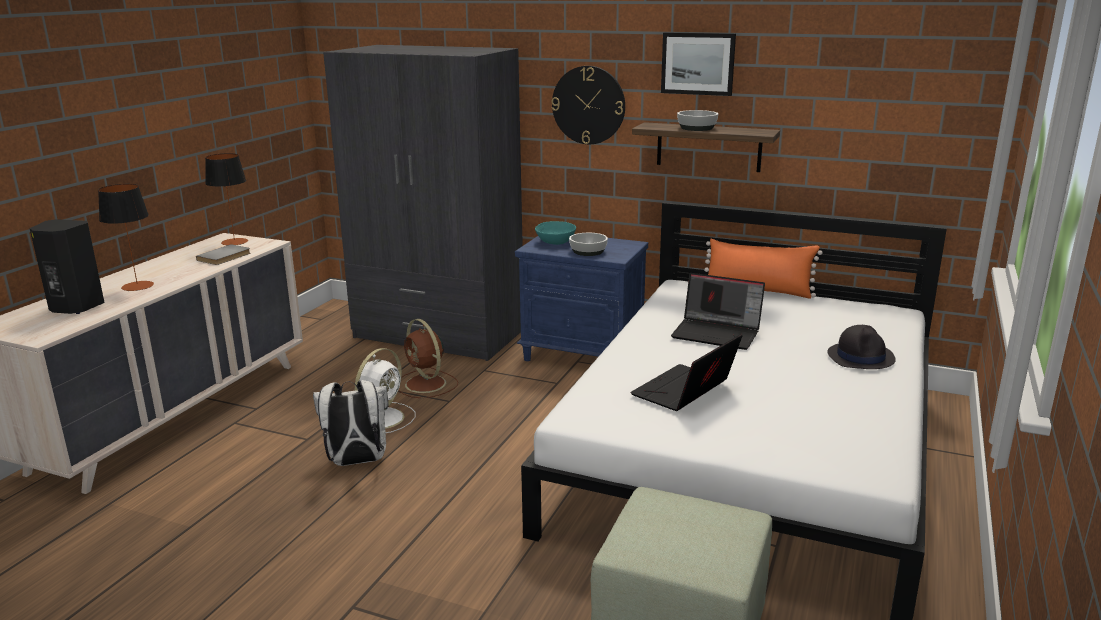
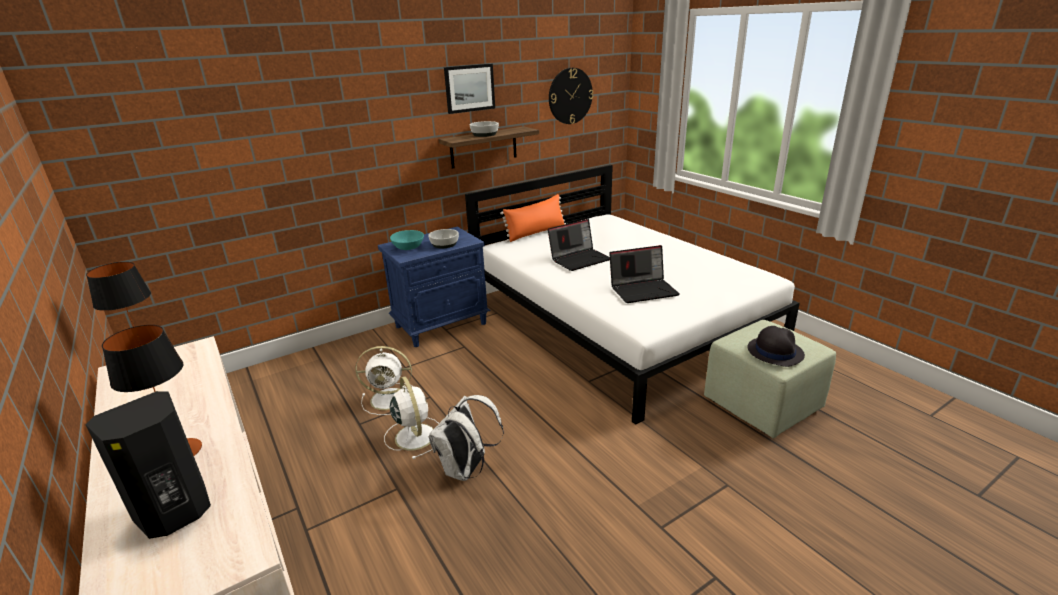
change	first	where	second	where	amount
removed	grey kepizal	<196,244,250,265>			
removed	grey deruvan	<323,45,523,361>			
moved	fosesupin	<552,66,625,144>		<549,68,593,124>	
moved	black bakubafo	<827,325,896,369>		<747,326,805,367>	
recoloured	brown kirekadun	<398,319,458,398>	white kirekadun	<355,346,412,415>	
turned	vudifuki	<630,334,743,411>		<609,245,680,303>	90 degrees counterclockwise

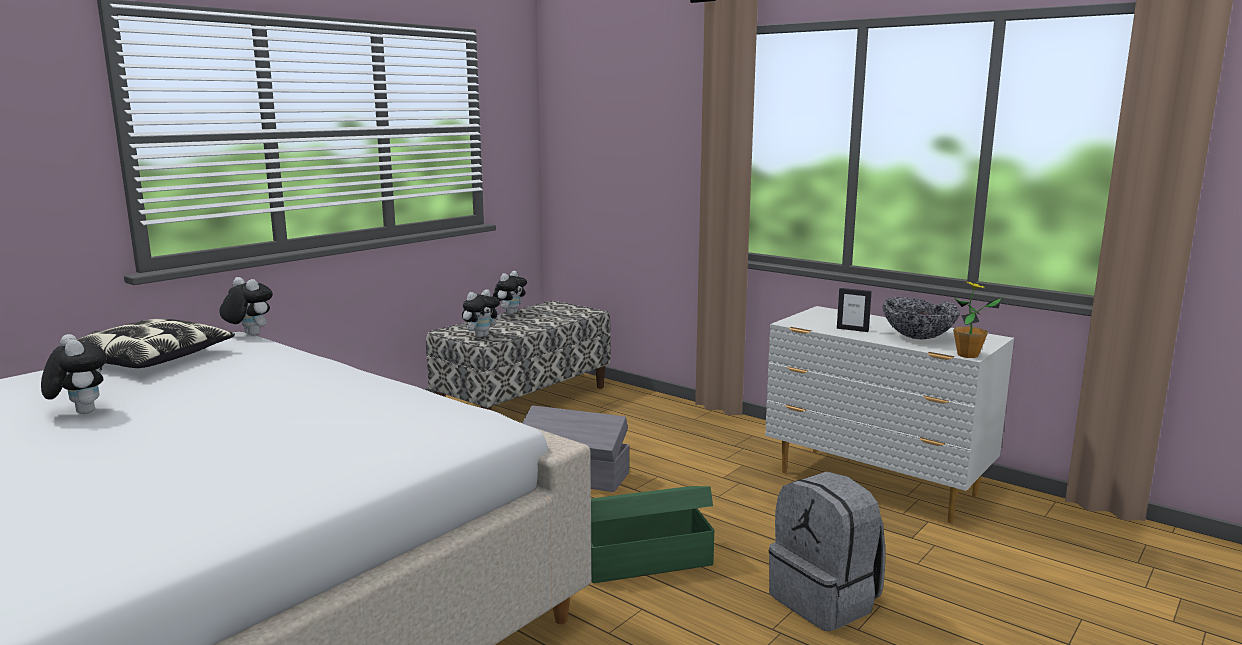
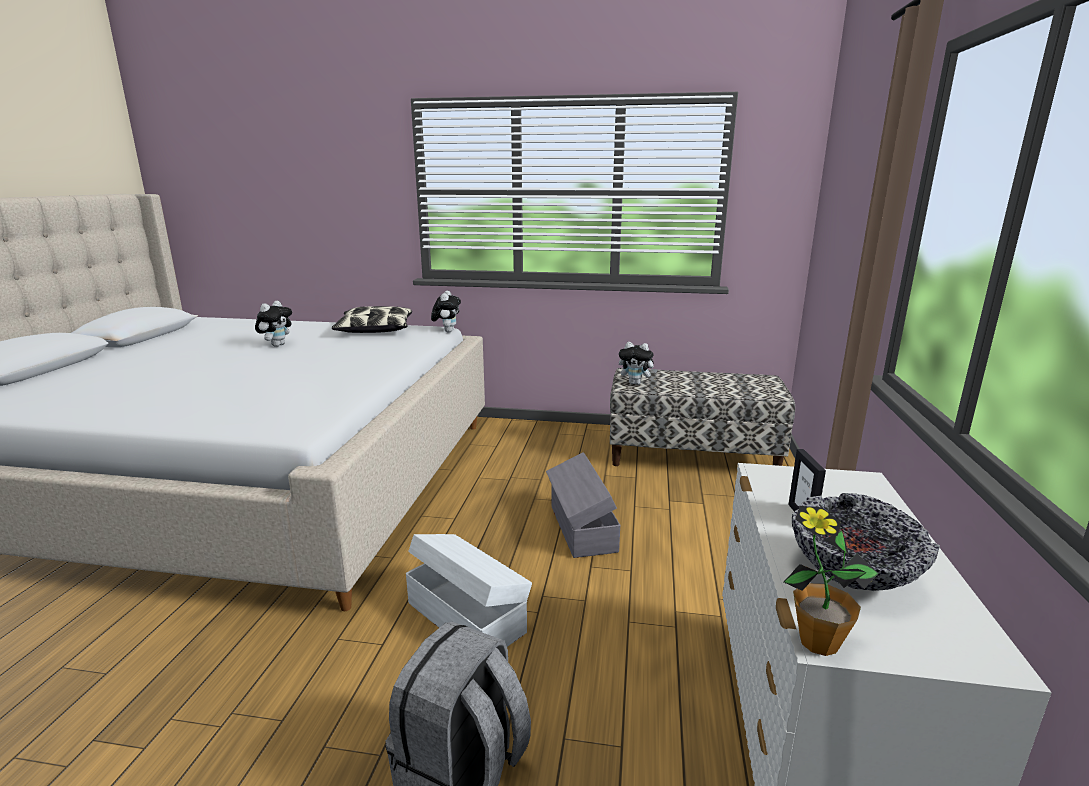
change	first	where	second	where	amount
removed	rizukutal	<493,271,527,315>			
recoloured	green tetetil	<591,486,715,583>	white tetetil	<406,534,532,647>	

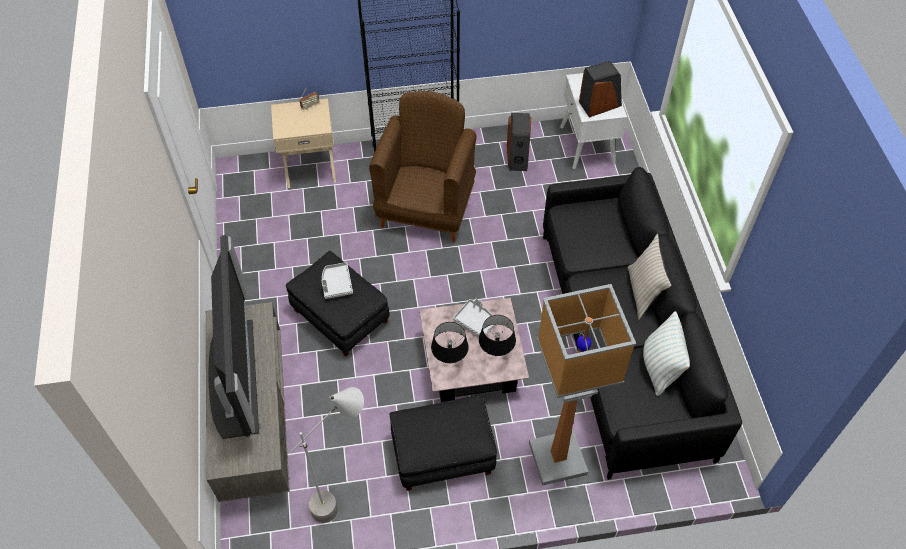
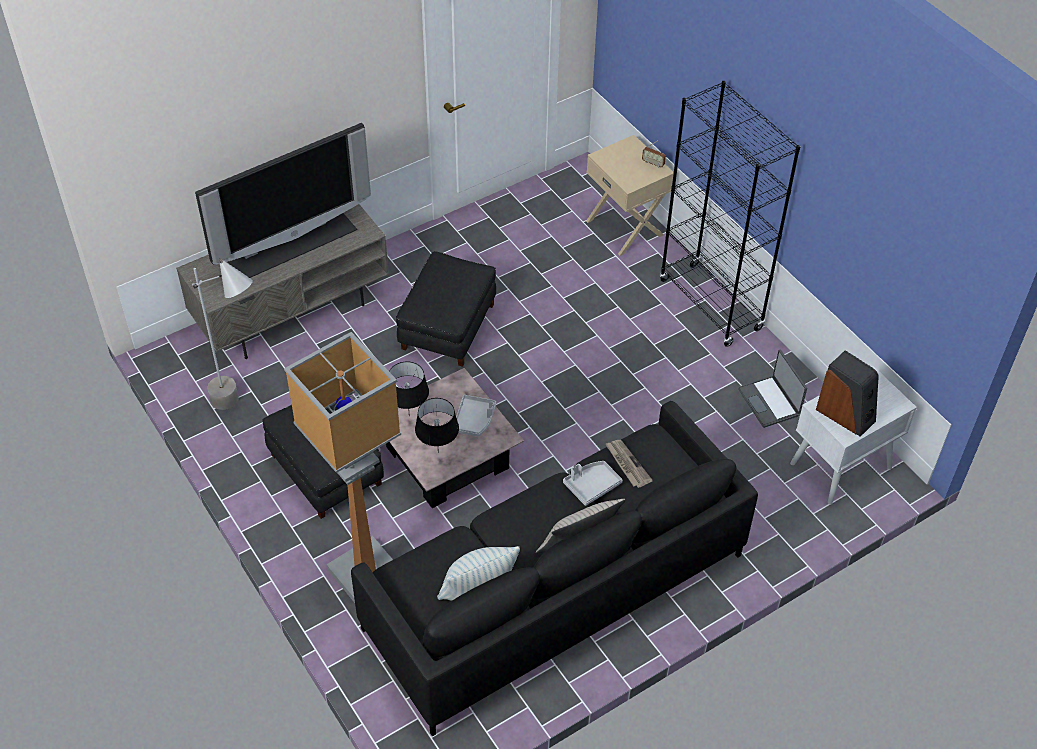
change	first	where	second	where	amount
removed	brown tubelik	<369,91,476,242>			
added			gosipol	<605,440,653,488>	
moved	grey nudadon	<321,262,353,299>		<563,461,623,506>	
replaced	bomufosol	<507,113,532,171>	vudifuki	<738,350,807,428>	

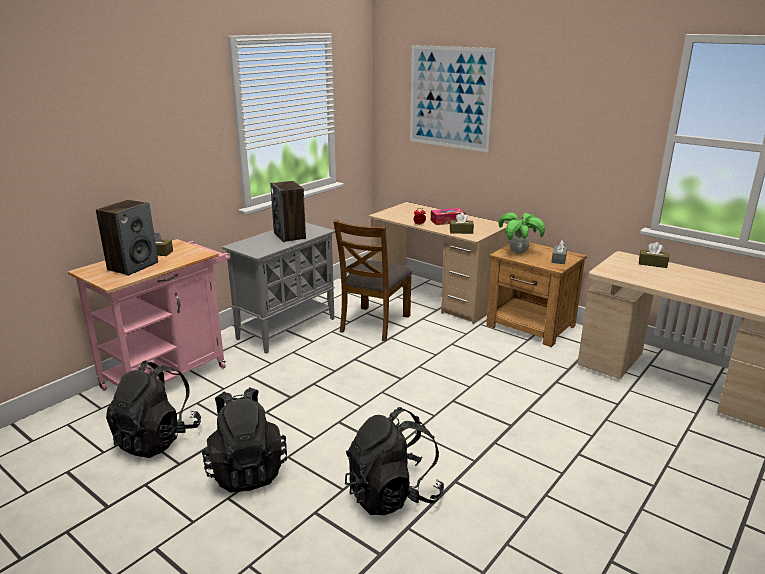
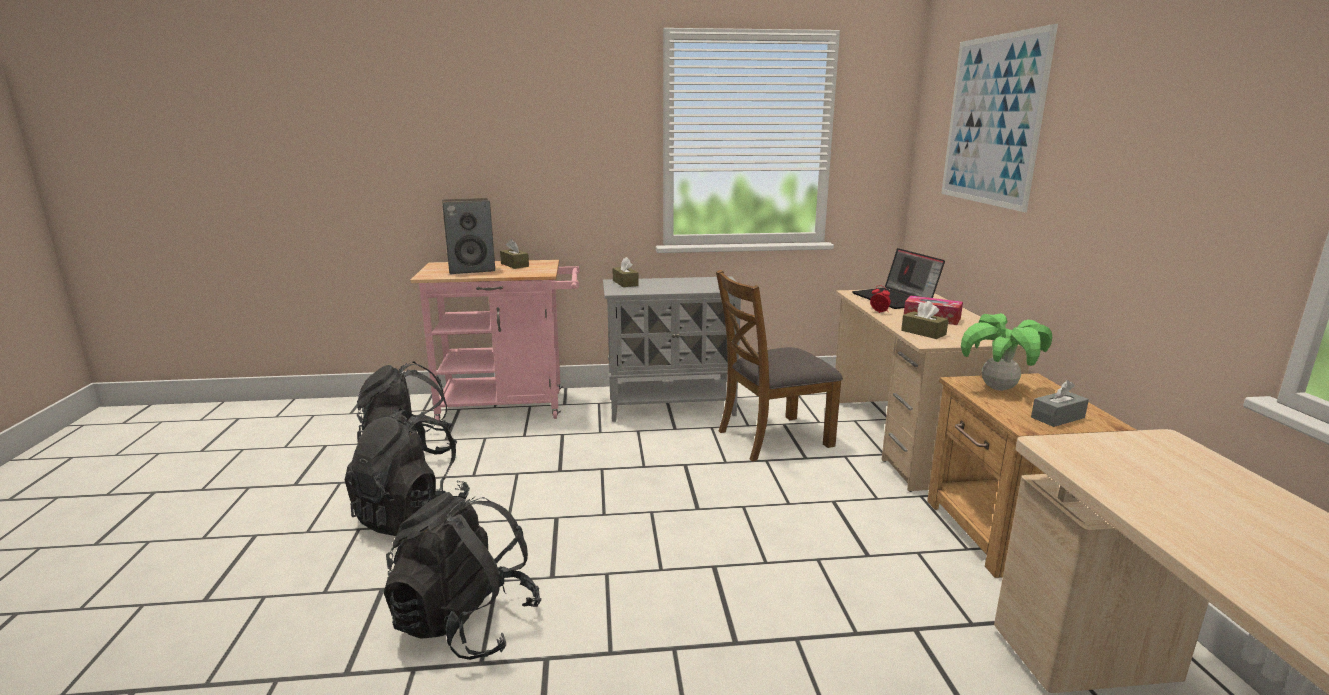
change	first	where	second	where	amount
removed	bomufosol	<270,181,306,242>			
added			vudifuki	<852,248,945,309>	
moved	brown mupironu	<639,242,669,268>		<612,257,639,287>	

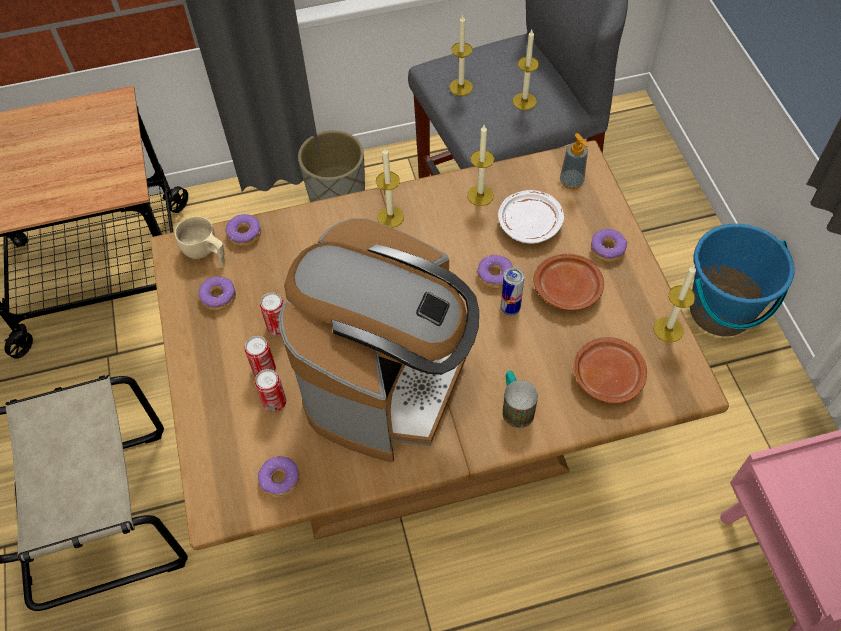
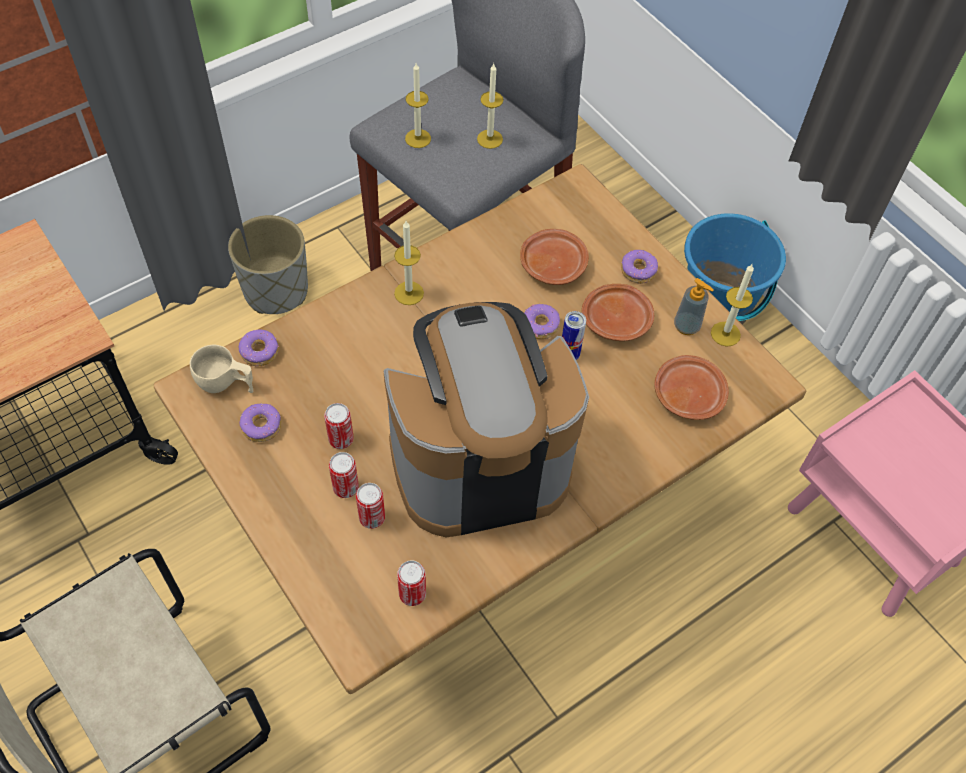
change	first	where	second	where	amount
removed	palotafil	<467,125,494,206>			
removed	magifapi	<502,371,538,428>			
moved	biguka	<560,133,588,189>		<674,278,713,335>	
replaced	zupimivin	<258,456,300,498>	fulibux	<397,561,426,606>	
recoloured	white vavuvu	<498,190,564,244>	brown vavuvu	<520,229,589,285>	
turned	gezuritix	<279,218,479,462>		<384,302,589,537>	105 degrees counterclockwise

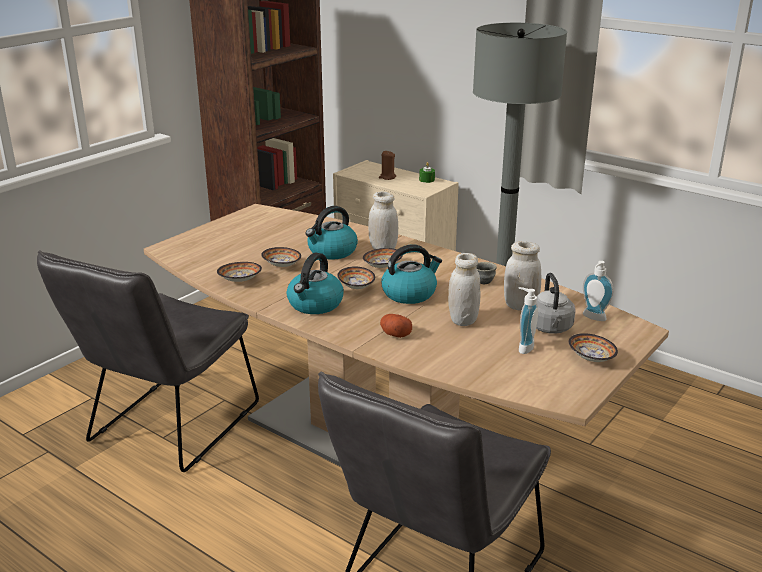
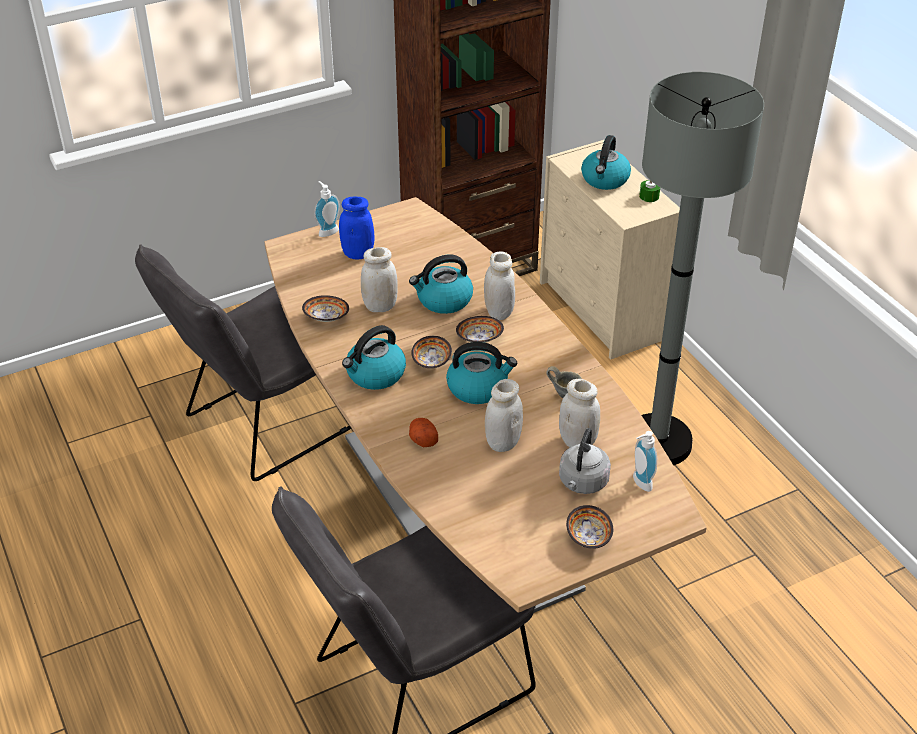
change	first	where	second	where	amount
added			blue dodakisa	<339,196,374,259>	
moved	biguka	<518,287,538,354>		<314,181,340,237>	
replaced	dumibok	<261,247,301,267>	white dodakisa	<361,247,398,312>	
replaced	brown palotafil	<379,151,396,180>	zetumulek	<581,135,631,190>	

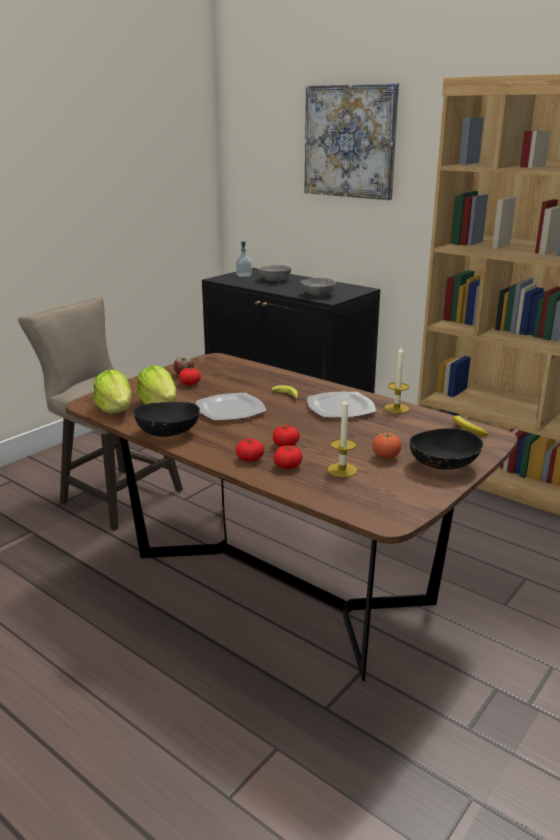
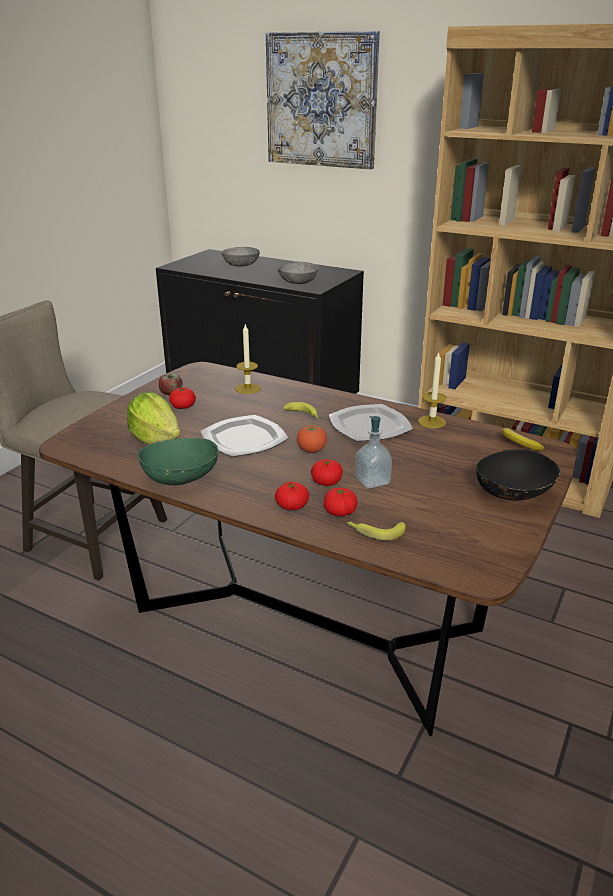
change	first	where	second	where	amount
removed	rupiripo	<93,370,132,414>			
added			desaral	<347,522,406,541>	
moved	biguka	<236,241,252,277>		<355,416,392,489>	
moved	palotafil	<328,396,357,477>		<235,323,261,394>	
moved	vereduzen	<372,432,401,459>		<297,425,327,453>	
recoloured	black dumibok	<133,402,200,437>	green dumibok	<138,438,218,485>	

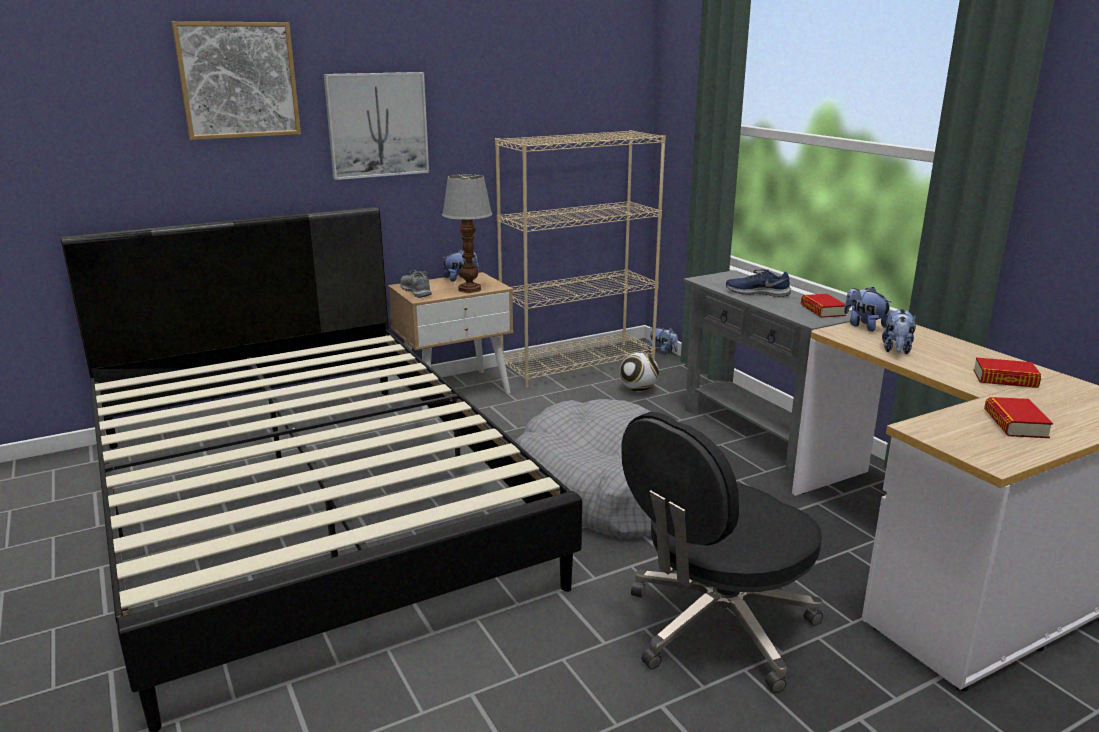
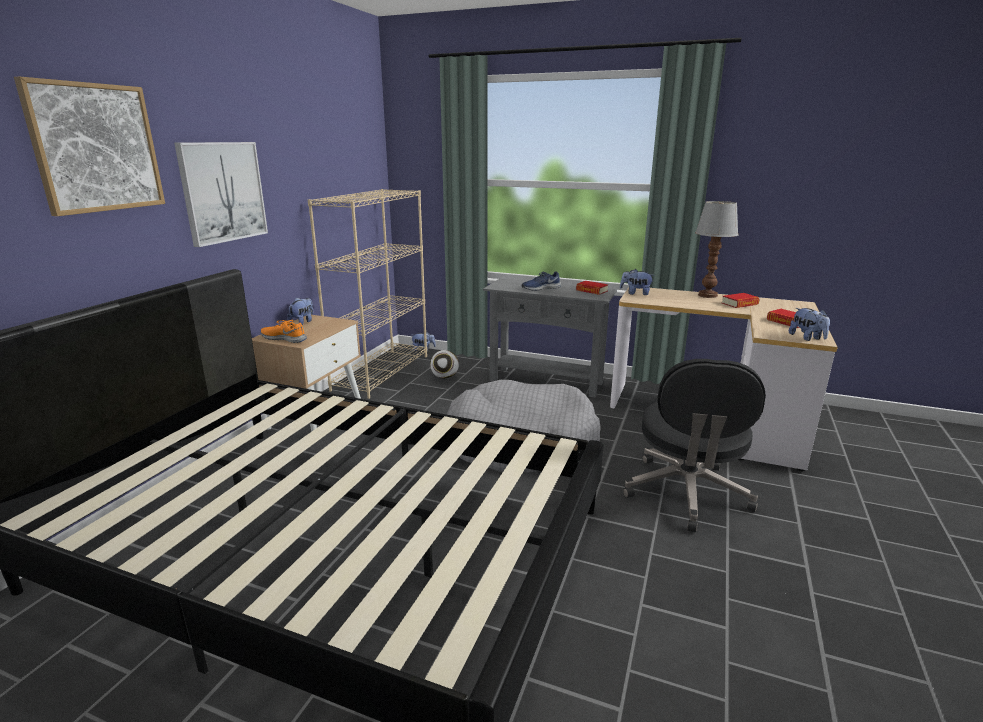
change	first	where	second	where	amount
moved	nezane	<442,174,492,293>		<695,201,739,298>	
moved	rizukutal	<882,309,916,354>		<789,308,830,341>	
recoloured	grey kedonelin	<400,270,432,298>	orange kedonelin	<261,320,307,343>	

